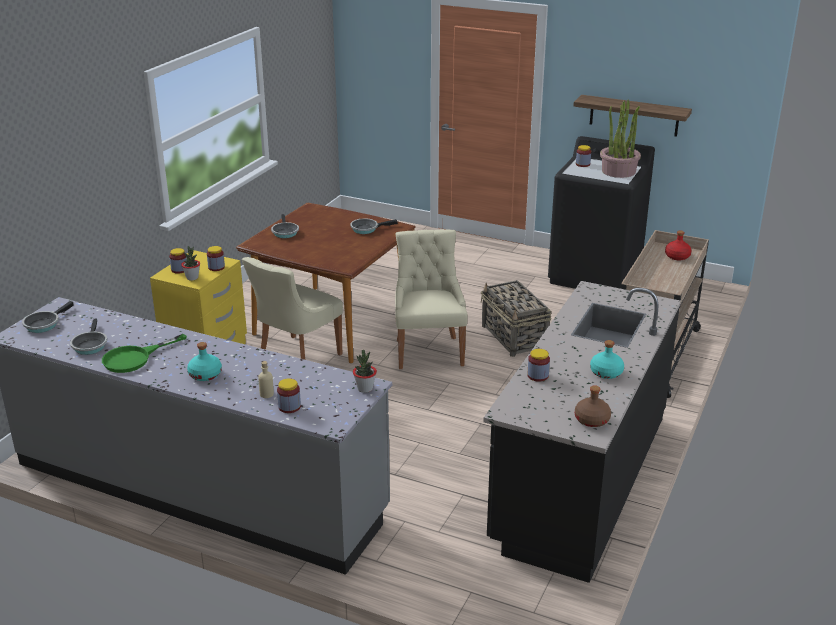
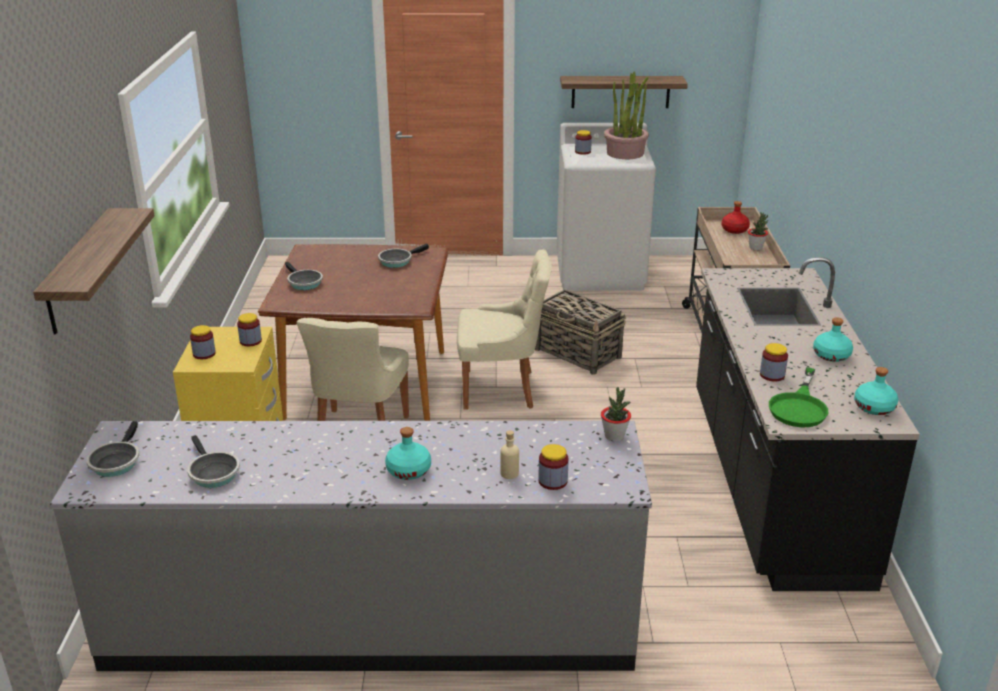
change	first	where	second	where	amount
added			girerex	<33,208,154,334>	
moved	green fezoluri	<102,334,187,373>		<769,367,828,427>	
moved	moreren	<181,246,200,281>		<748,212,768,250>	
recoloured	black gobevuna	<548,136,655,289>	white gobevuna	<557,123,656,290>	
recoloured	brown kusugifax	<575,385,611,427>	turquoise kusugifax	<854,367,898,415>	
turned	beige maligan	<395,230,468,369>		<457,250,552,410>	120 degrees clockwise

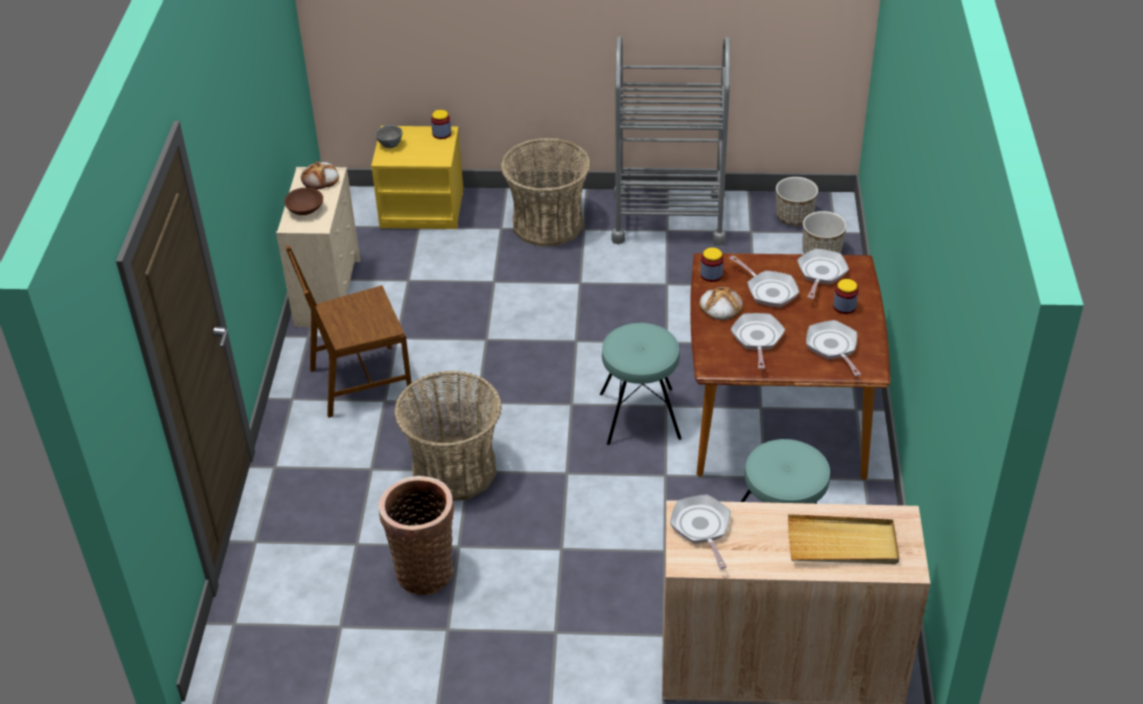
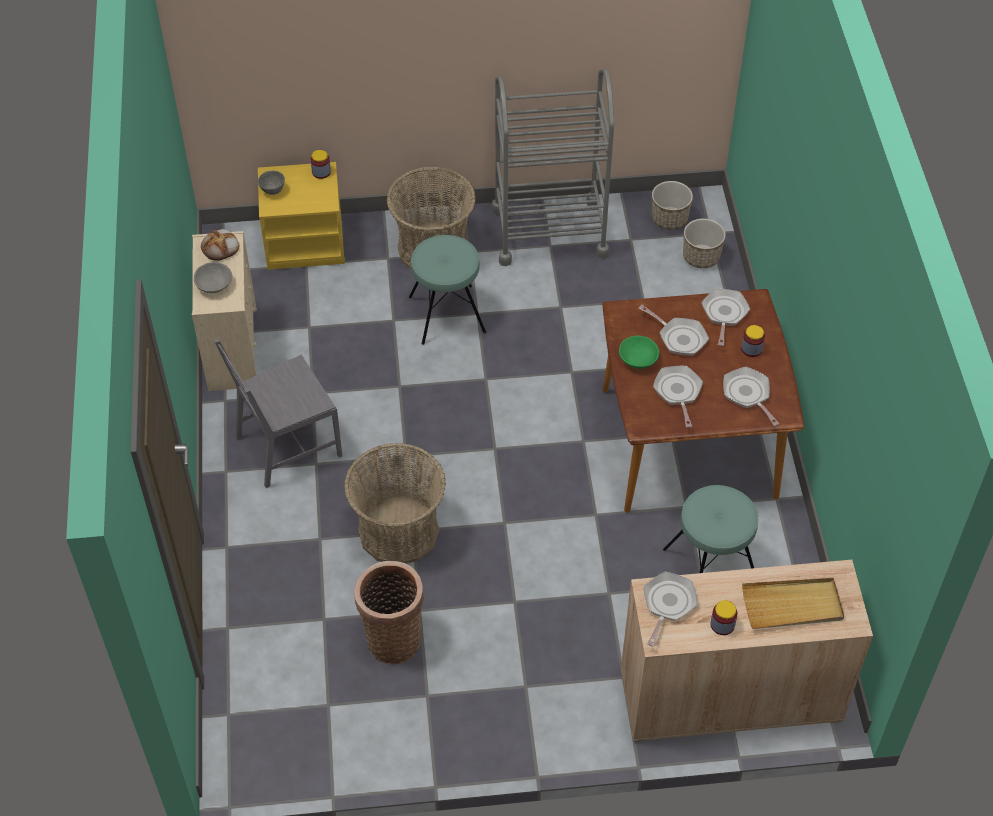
change	first	where	second	where	amount
moved	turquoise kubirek	<600,323,682,445>		<409,235,486,345>	
moved	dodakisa	<700,247,724,282>		<711,600,737,635>	
replaced	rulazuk	<699,287,743,320>	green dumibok	<619,336,659,369>	
recoloured	brown dumibok	<284,187,323,215>	grey dumibok	<194,262,232,293>	
recoloured	brown maligan	<285,245,412,418>	grey maligan	<214,338,342,488>	
turned	fezoluri	<670,494,731,569>		<644,572,698,647>	45 degrees clockwise

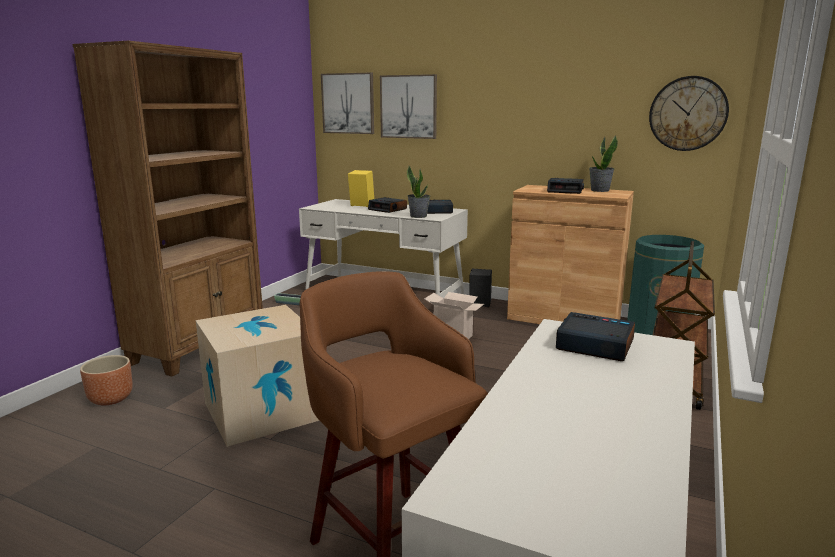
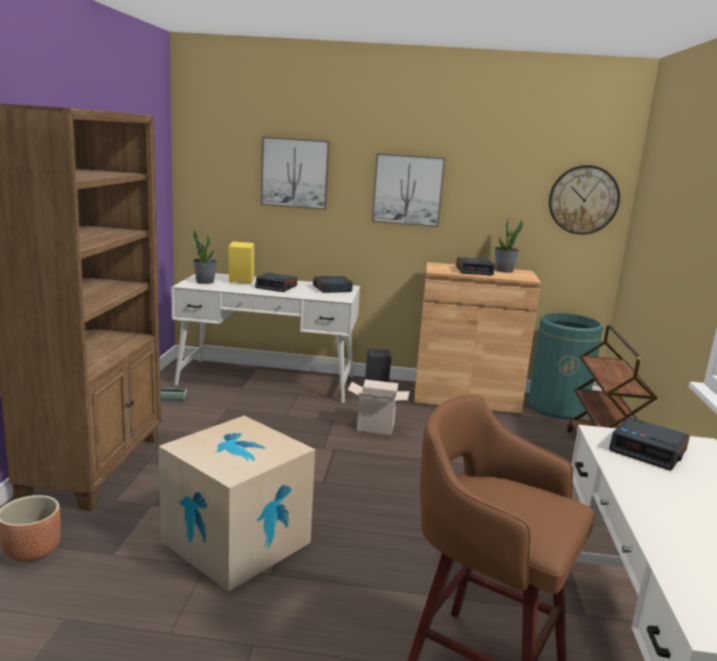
change	first	where	second	where	amount
moved	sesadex	<321,73,374,134>		<372,153,445,227>	
moved	moreren	<407,166,430,218>		<192,229,217,284>	
turned	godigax	<556,312,635,361>		<609,417,690,470>	150 degrees counterclockwise

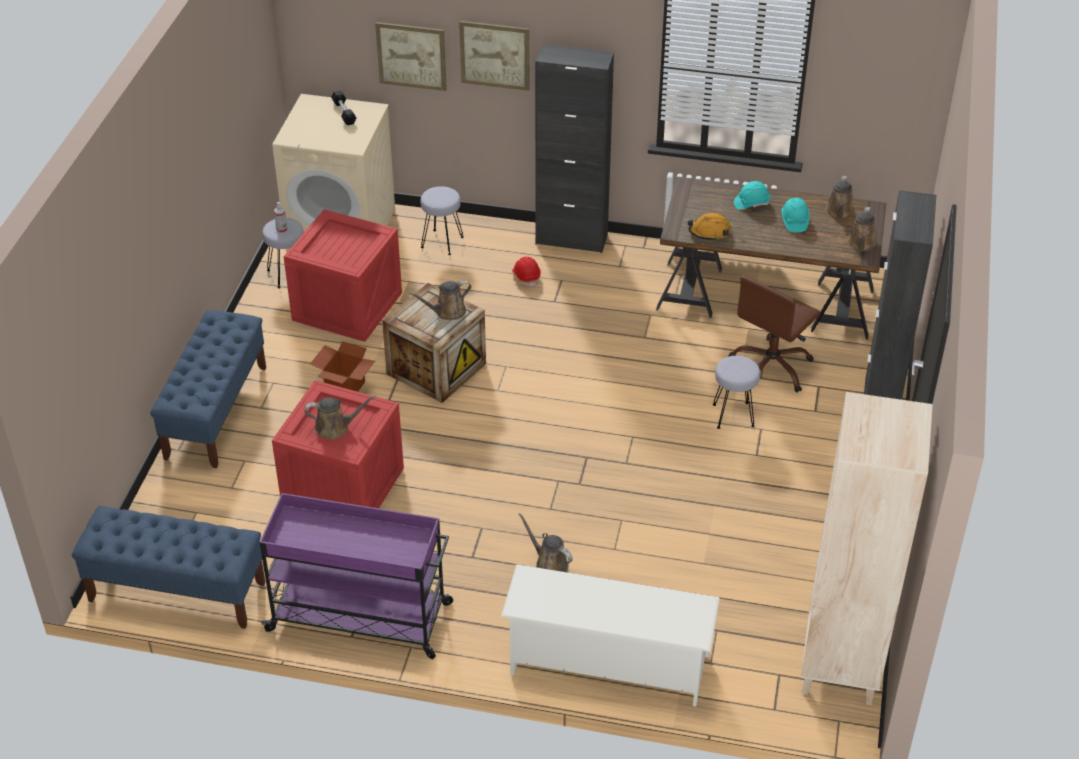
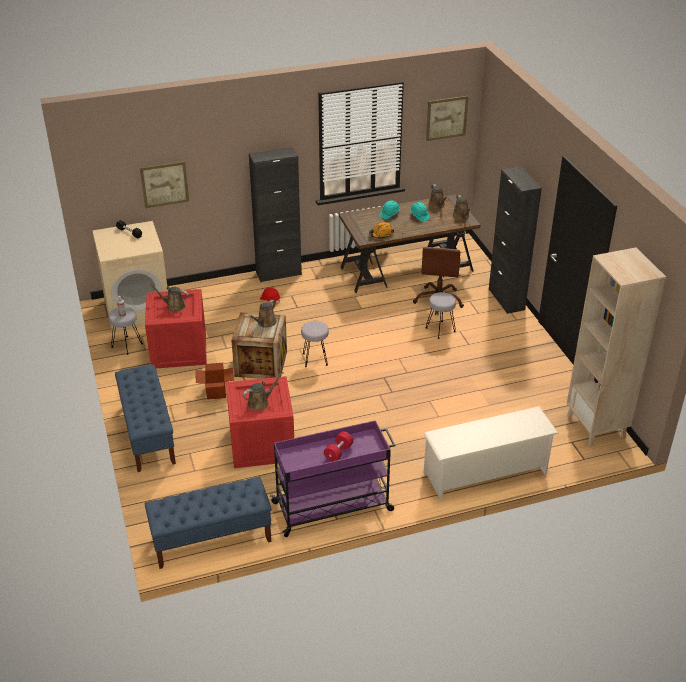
change	first	where	second	where	amount
added			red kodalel	<324,431,353,462>	
moved	grey kubirek	<420,186,464,255>		<301,321,329,367>	
moved	sesadex	<459,21,529,91>		<426,96,469,141>	
moved	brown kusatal	<518,513,573,572>		<148,282,189,312>	

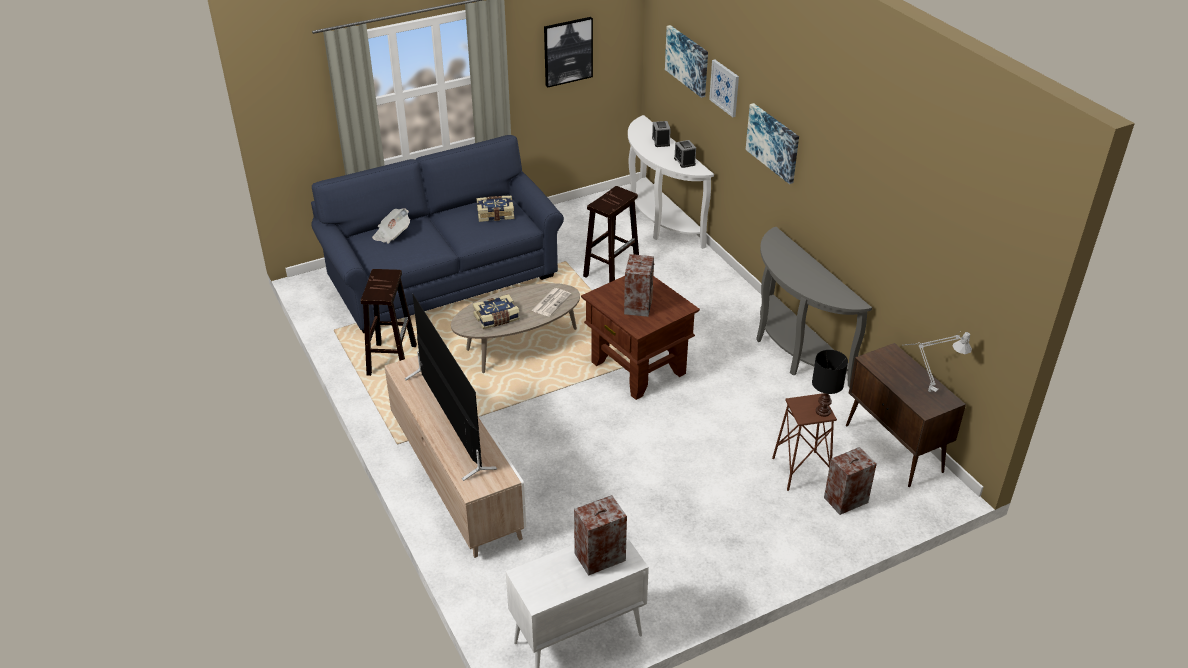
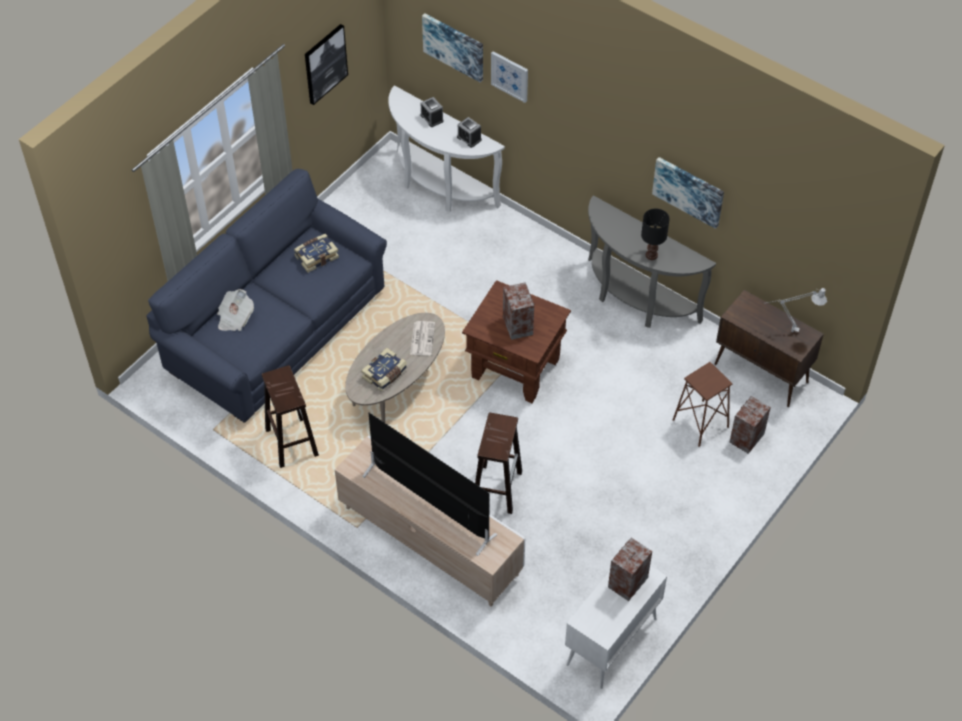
change	first	where	second	where	amount
moved	brown kubirek	<583,186,639,283>		<475,413,522,514>	
moved	sesadex	<746,103,799,184>		<652,157,724,229>	
moved	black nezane	<812,350,848,417>		<641,209,670,260>	

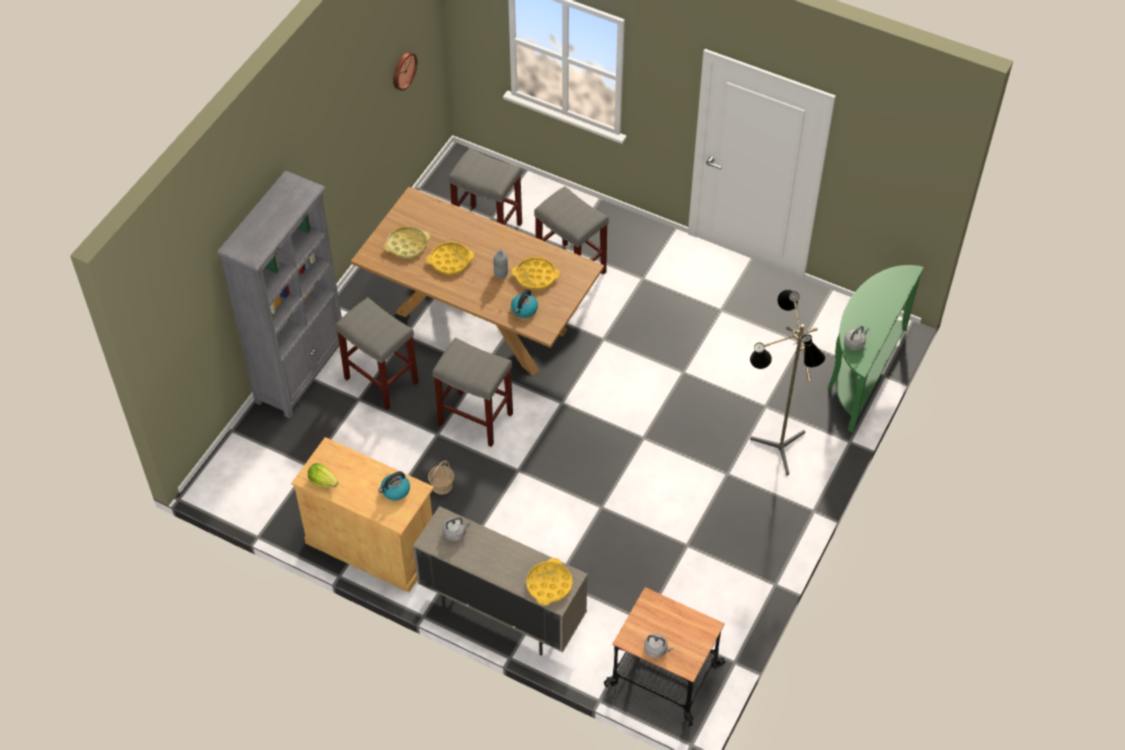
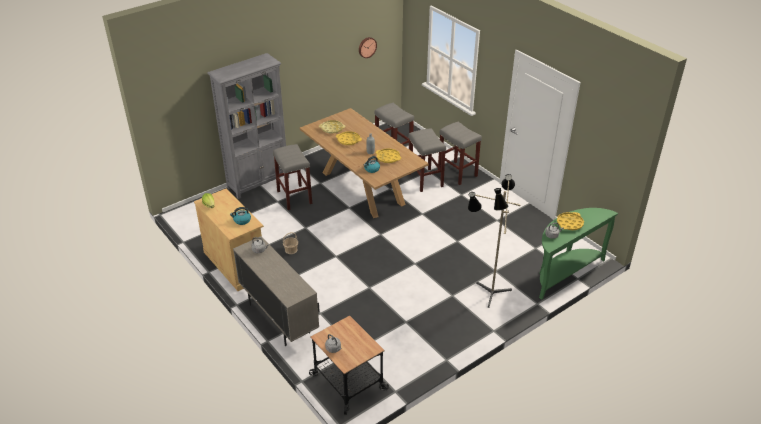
change	first	where	second	where	amount
moved	grey kubirek	<432,338,513,447>		<438,122,482,185>	
moved	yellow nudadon	<526,558,573,605>		<557,212,584,230>	

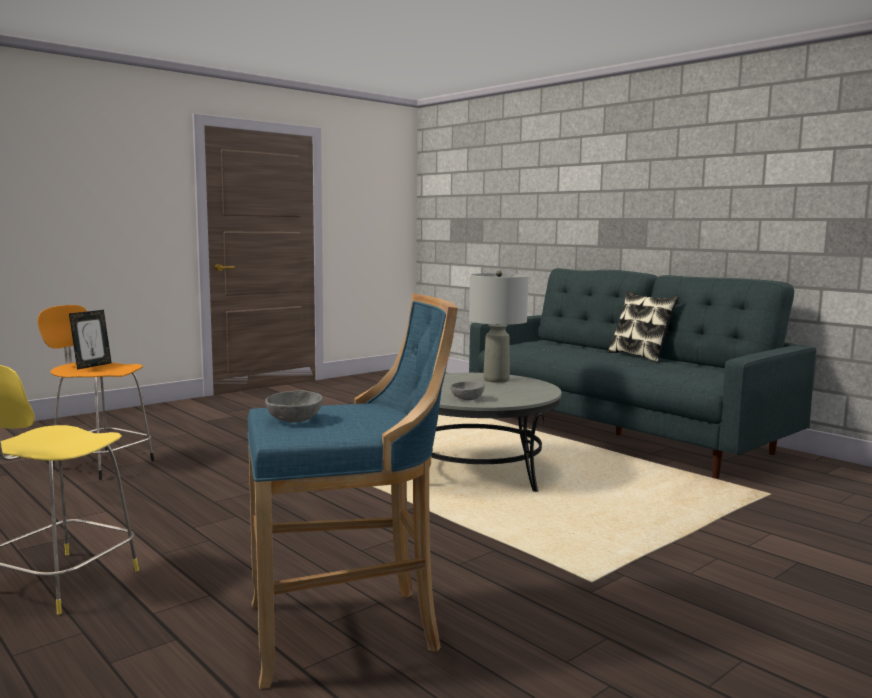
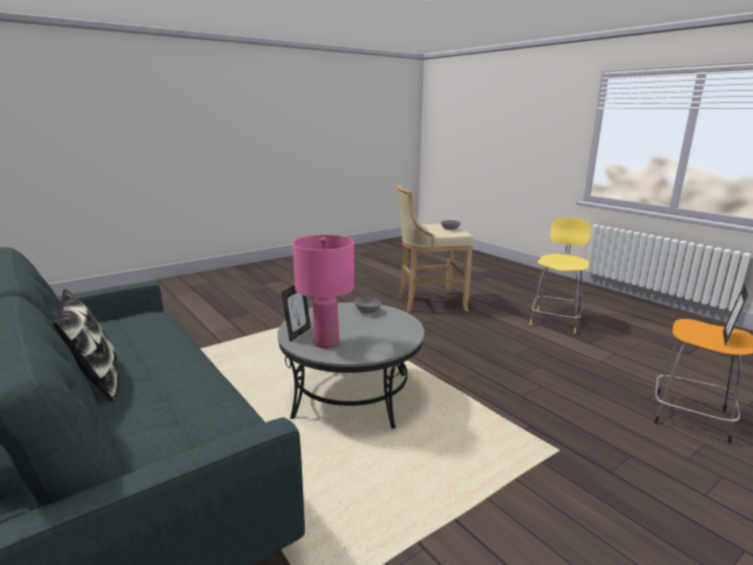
change	first	where	second	where	amount
added			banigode	<282,285,311,342>	
recoloured	blue kubirek	<247,294,458,689>	beige kubirek	<396,185,473,313>	
recoloured	grey nezane	<469,270,528,383>	pink nezane	<293,235,354,348>	

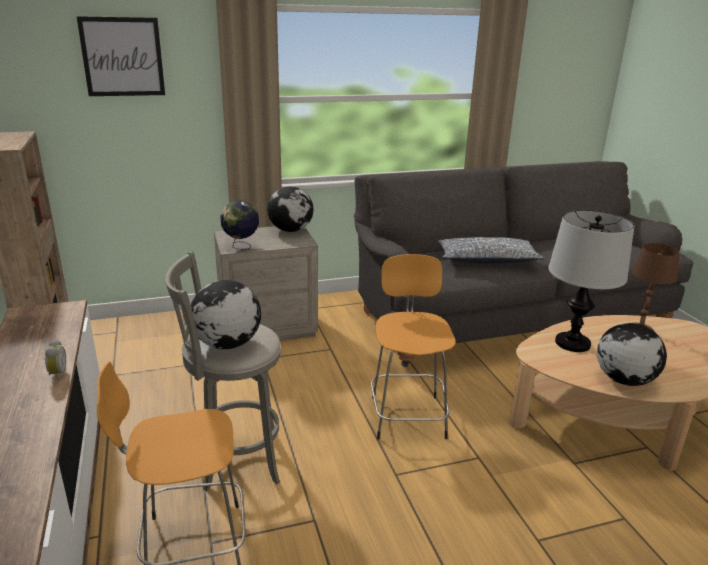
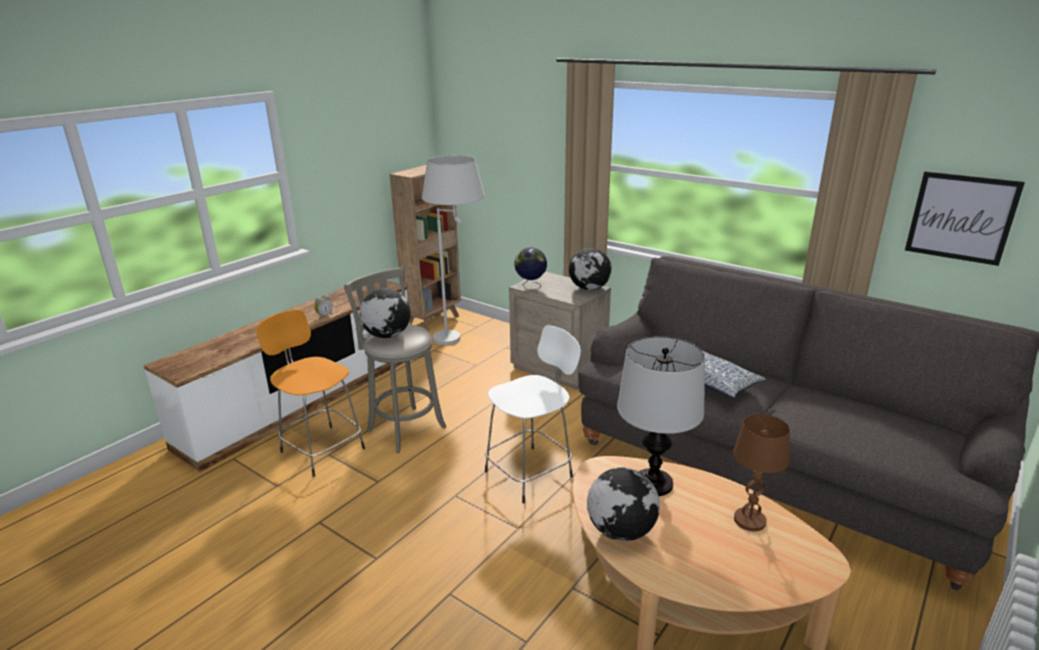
change	first	where	second	where	amount
added			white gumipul	<422,155,485,345>	
moved	sesadex	<77,16,165,96>		<905,172,1025,266>	
recoloured	orange kubirek	<371,254,456,440>	white kubirek	<485,325,581,504>	

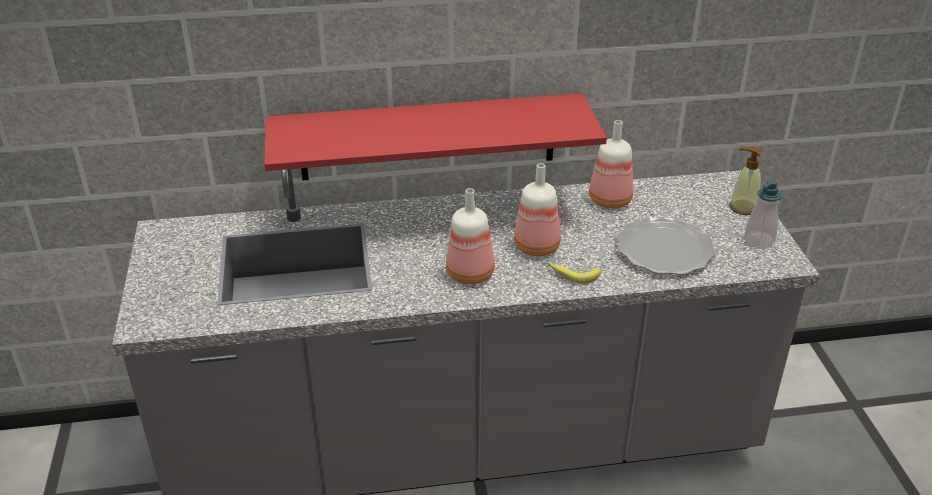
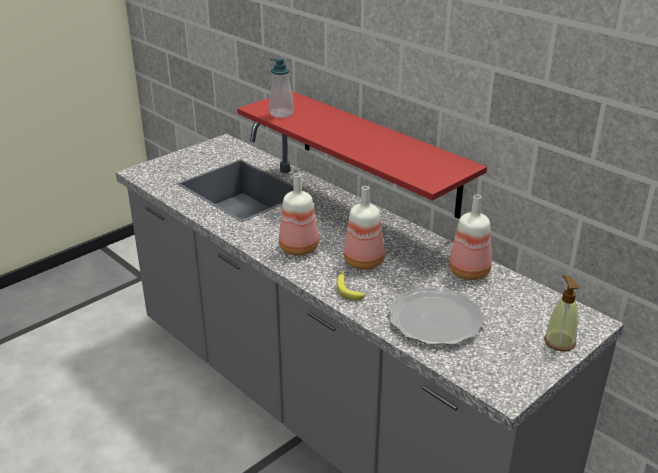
change	first	where	second	where	amount
moved	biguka	<744,179,782,249>		<269,58,294,118>	

